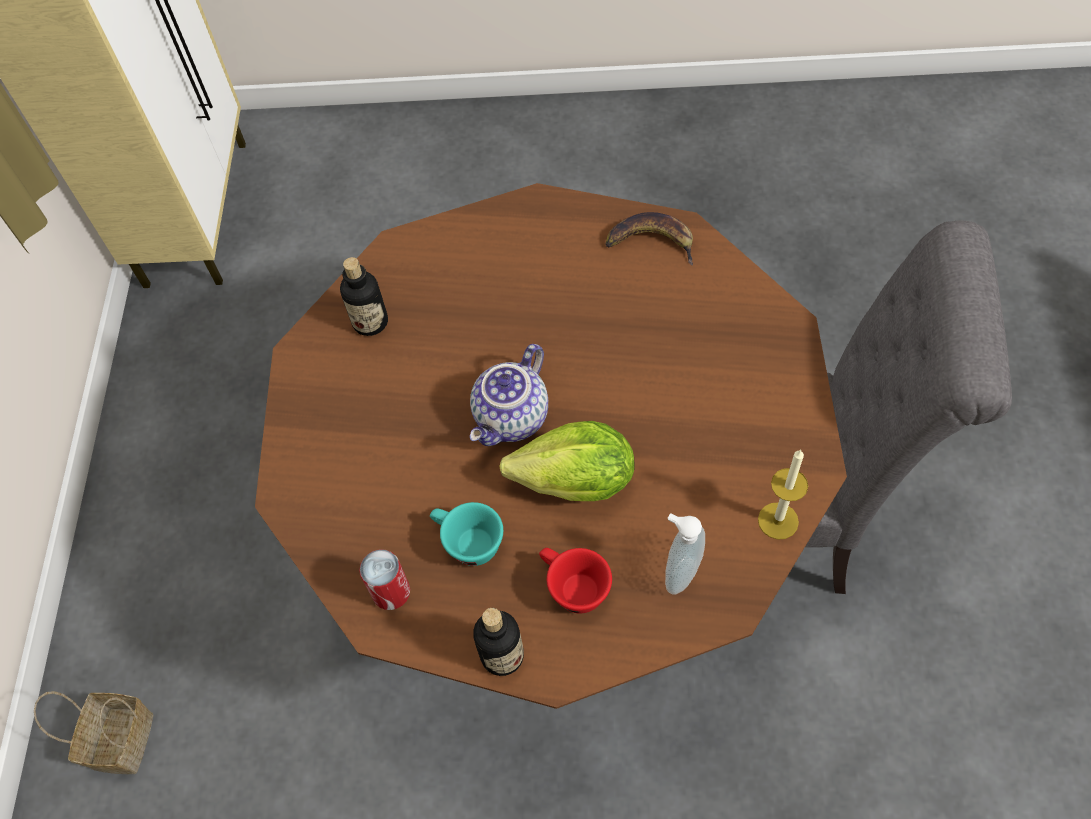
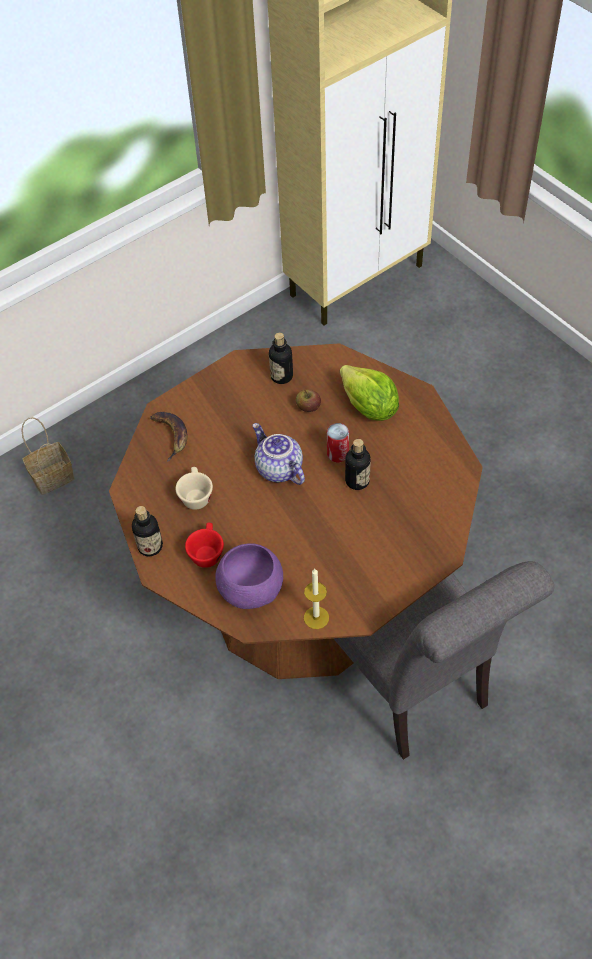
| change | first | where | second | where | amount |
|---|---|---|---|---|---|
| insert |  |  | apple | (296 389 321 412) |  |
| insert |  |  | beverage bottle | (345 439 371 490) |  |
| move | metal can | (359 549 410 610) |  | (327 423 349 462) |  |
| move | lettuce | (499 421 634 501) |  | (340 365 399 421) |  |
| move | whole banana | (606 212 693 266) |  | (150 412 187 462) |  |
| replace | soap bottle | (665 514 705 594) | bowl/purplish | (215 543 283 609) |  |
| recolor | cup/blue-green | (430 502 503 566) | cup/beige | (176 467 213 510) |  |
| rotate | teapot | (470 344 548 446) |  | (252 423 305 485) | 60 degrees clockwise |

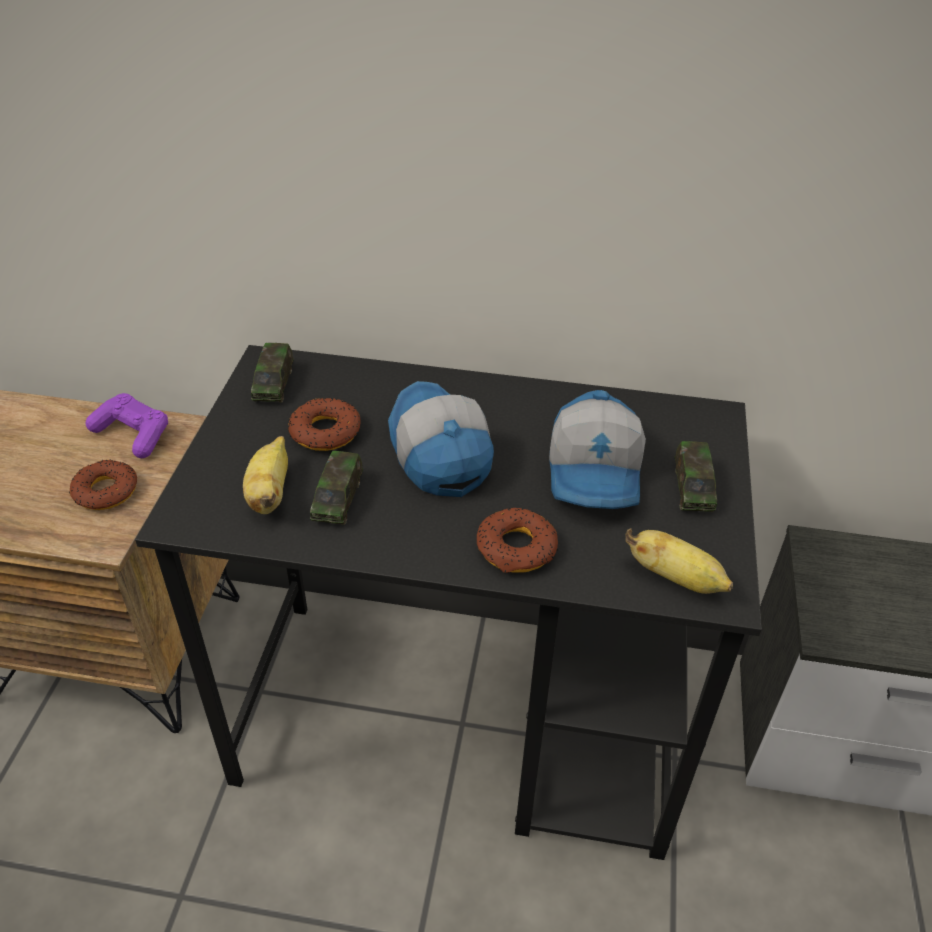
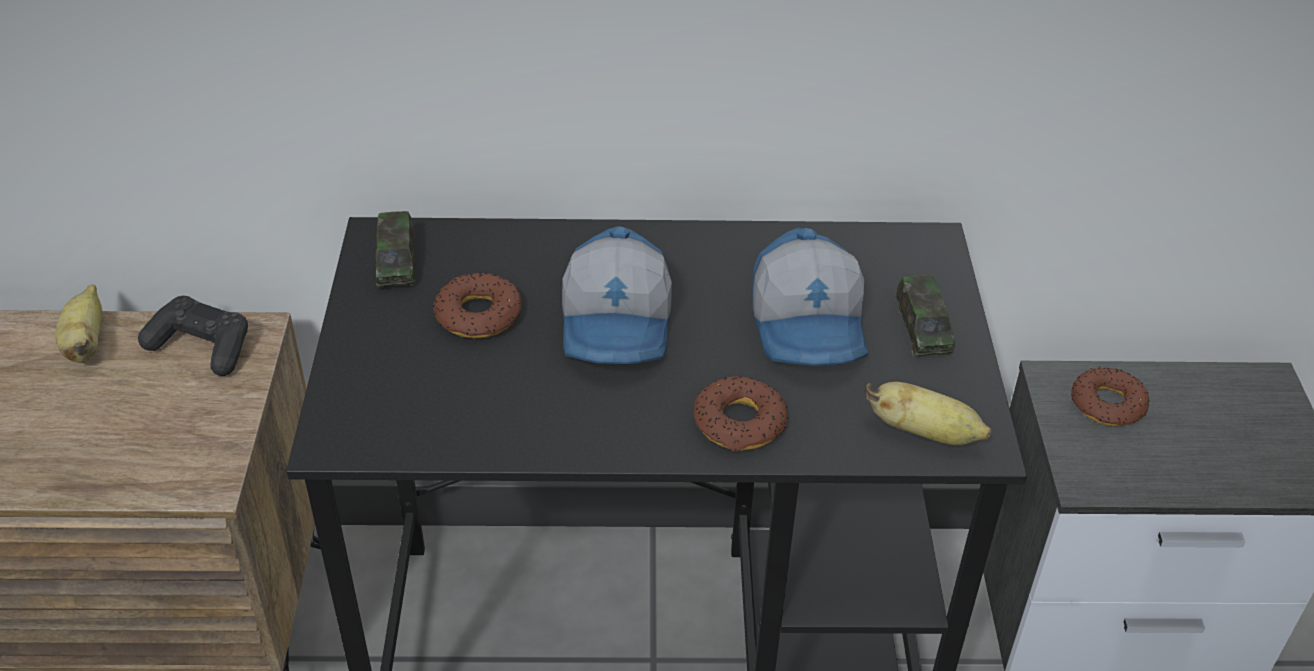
| change | first | where | second | where | amount |
|---|---|---|---|---|---|
| delete | miniature car | (310 451 363 525) |  |  |  |
| move | doughnut | (69 460 137 510) |  | (1071 367 1149 426) |  |
| move | whole banana | (243 436 288 514) |  | (55 285 102 363) |  |
| recolor | game controller/purplish | (86 393 168 458) | game controller/black-coloured | (138 296 248 376) |  |
| rotate | baseball cap | (388 381 494 497) |  | (562 226 672 364) | 150 degrees counterclockwise |

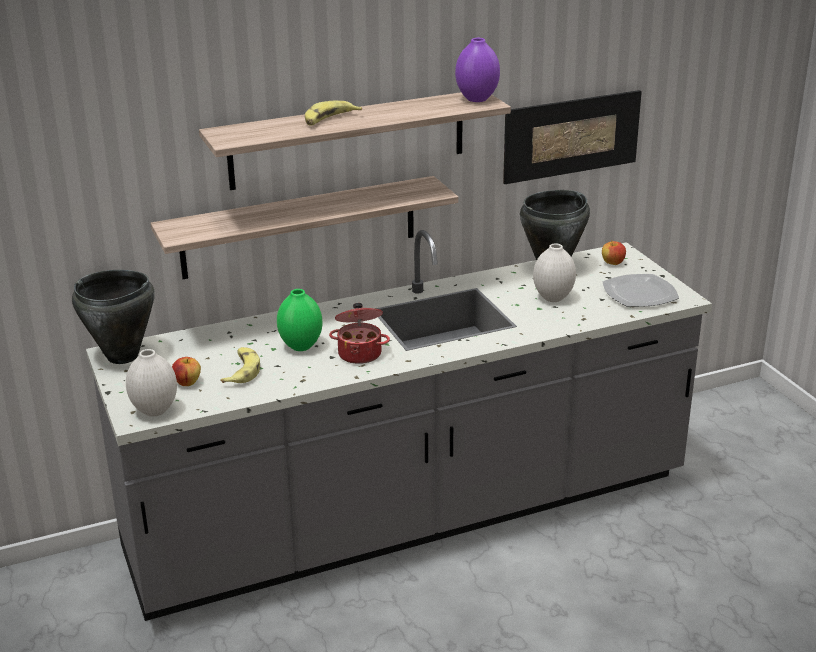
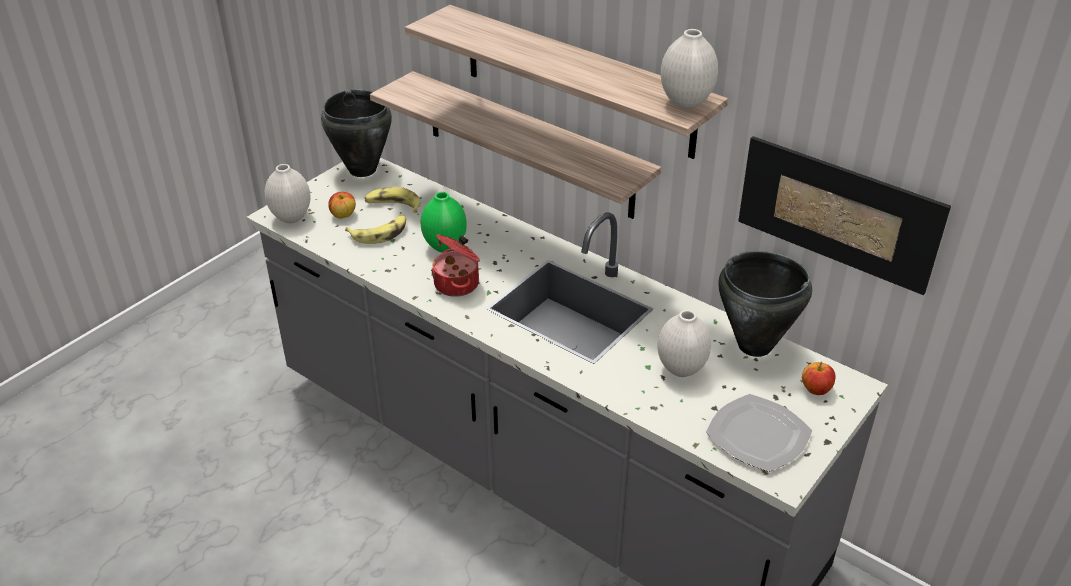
| change | first | where | second | where | amount |
|---|---|---|---|---|---|
| move | whole banana | (305 100 362 126) |  | (365 186 421 213) |  |
| recolor | flower vase/purplish | (455 38 500 102) | flower vase/white-coloured | (661 29 718 109) |  |

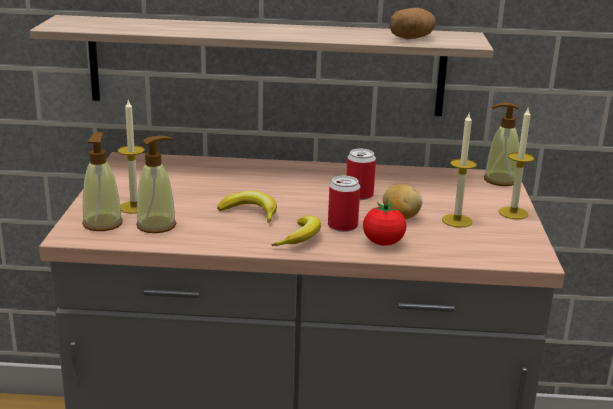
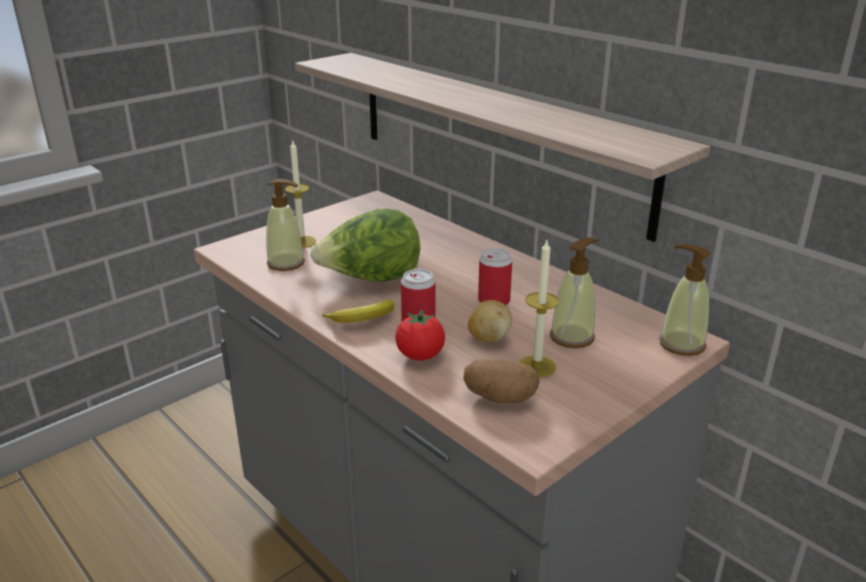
| change | first | where | second | where | amount |
|---|---|---|---|---|---|
| delete | wax light | (499 108 534 219) |  |  |  |
| move | soap bottle | (82 132 123 231) |  | (550 238 599 348) |  |
| move | whole potato | (390 8 436 39) |  | (463 360 540 403) |  |
| replace | whole banana | (217 191 277 223) | lettuce | (310 209 420 282) |  |

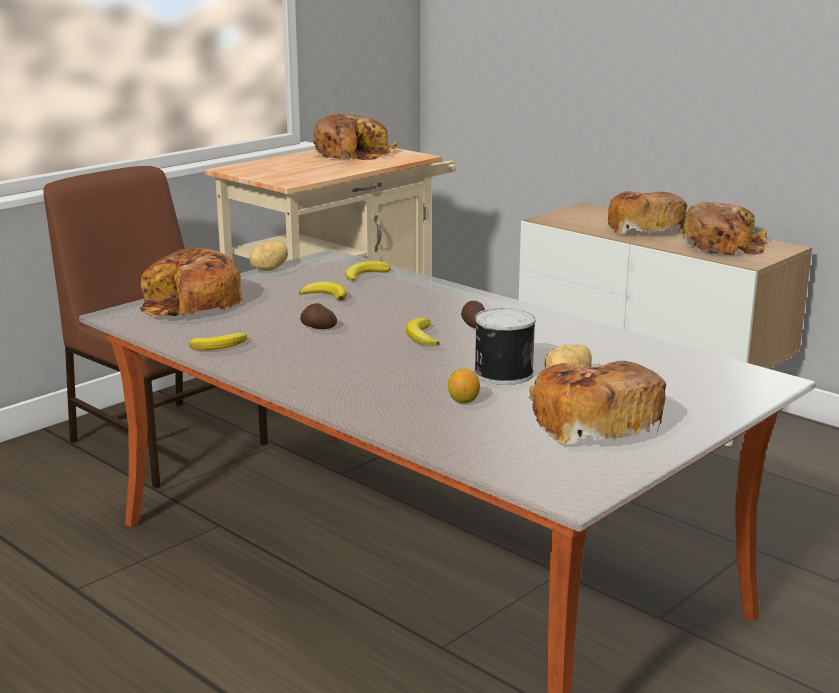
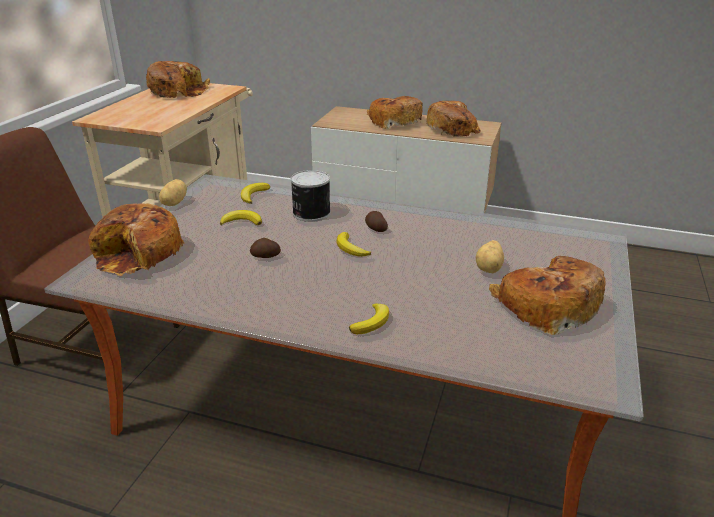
| change | first | where | second | where | amount |
|---|---|---|---|---|---|
| delete | lemon | (448 369 480 403) |  |  |  |
| move | whole banana | (189 333 247 351) |  | (349 303 389 334) |  |
| move | metal can | (474 308 536 385) |  | (291 170 331 222) |  |

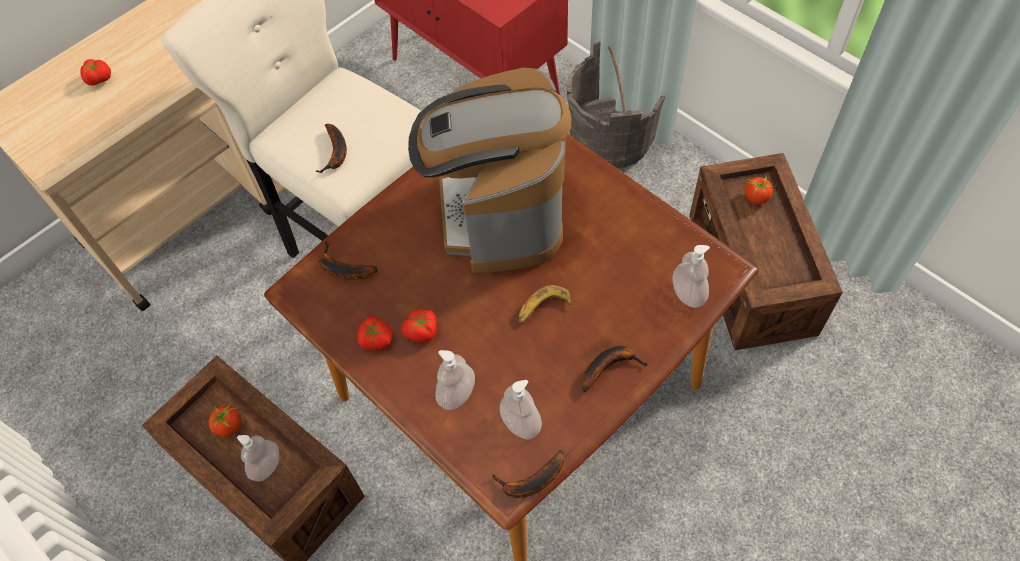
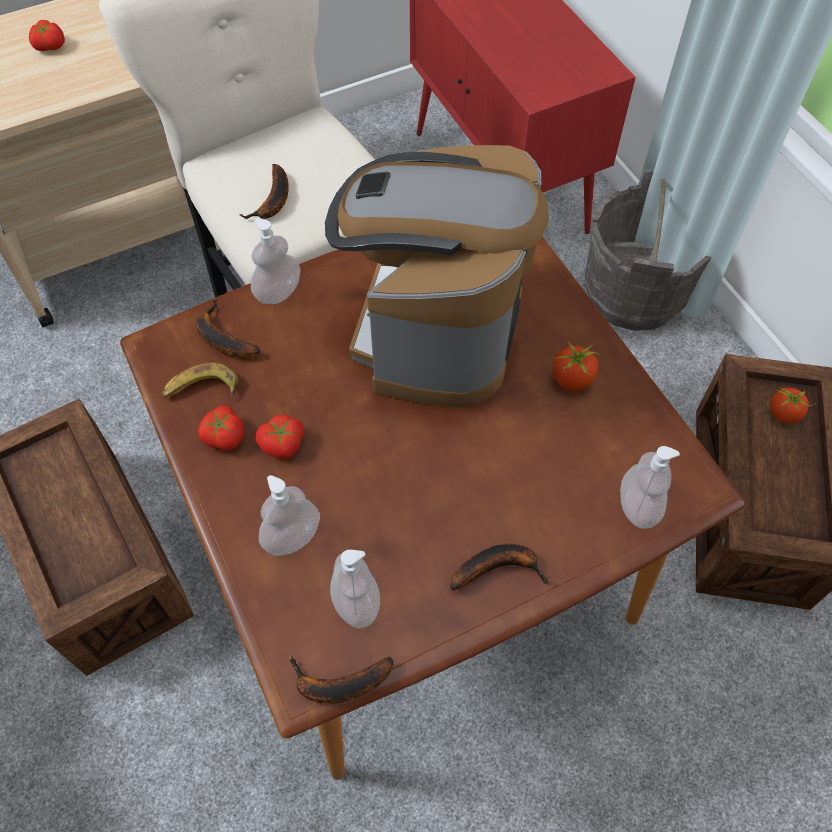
| change | first | where | second | where | amount |
|---|---|---|---|---|---|
| move | tomato | (205 403 241 437) |  | (553 342 599 390) |  |
| move | soap bottle | (237 435 279 482) |  | (251 219 301 304) |  |
| move | whole banana | (519 285 572 324) |  | (162 363 238 397) |  |

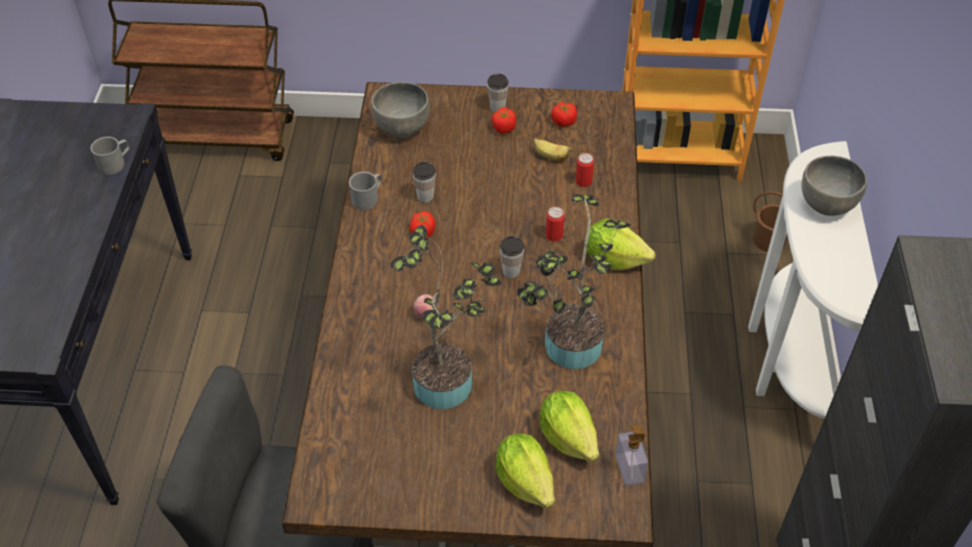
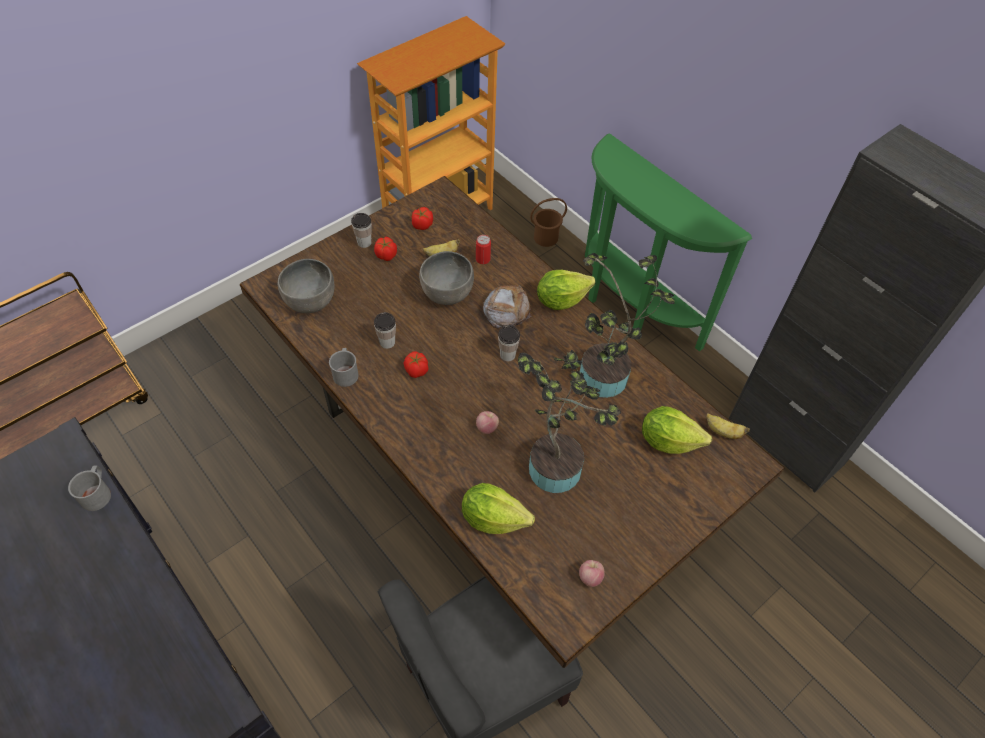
| change | first | where | second | where | amount |
|---|---|---|---|---|---|
| insert |  |  | apple | (579 560 605 587) |  |
| move | lettuce | (496 433 555 508) |  | (462 483 535 534) |  |
| move | bowl/gray | (801 156 867 216) |  | (419 251 474 305) |  |
| replace | metal can | (546 207 565 242) | bread | (483 285 531 328) |  |
| replace | soap bottle | (615 425 648 486) | whole banana | (706 413 750 439) |  |
| recolor | hall table/white-coloured | (748 141 878 419) | hall table/greenish | (585 133 752 351) |  |

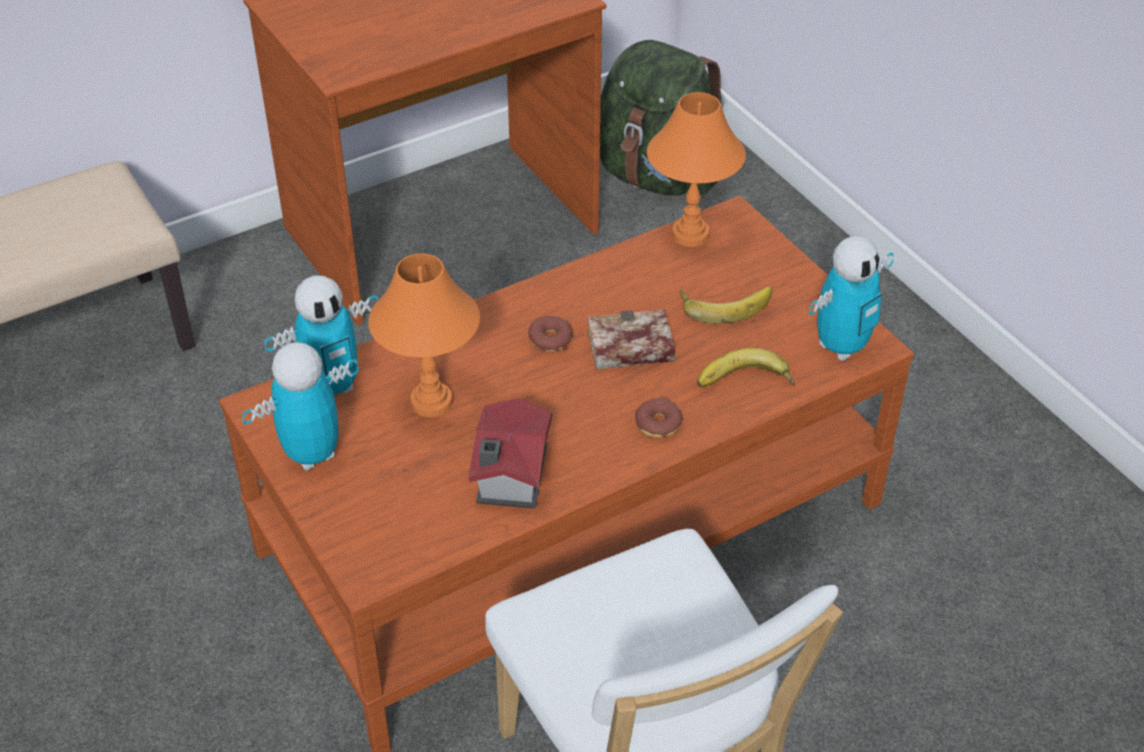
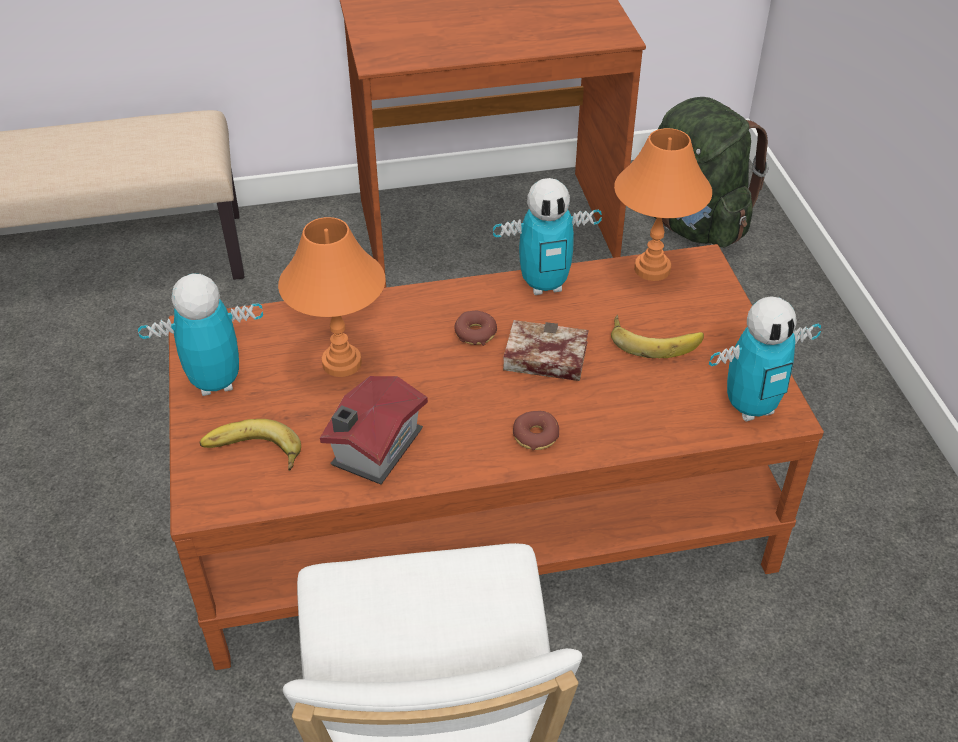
| change | first | where | second | where | amount |
|---|---|---|---|---|---|
| move | toy robot | (264 276 378 395) |  | (493 178 602 295) |  |
| move | whole banana | (697 347 795 387) |  | (200 419 301 471) |  |

